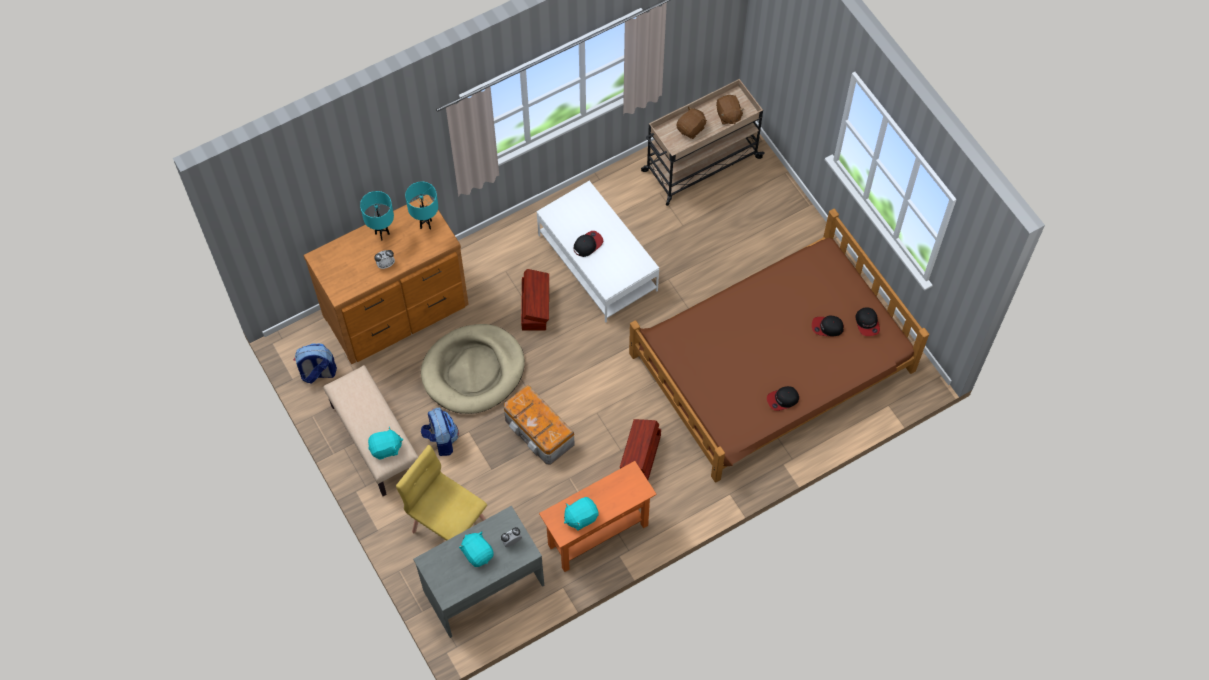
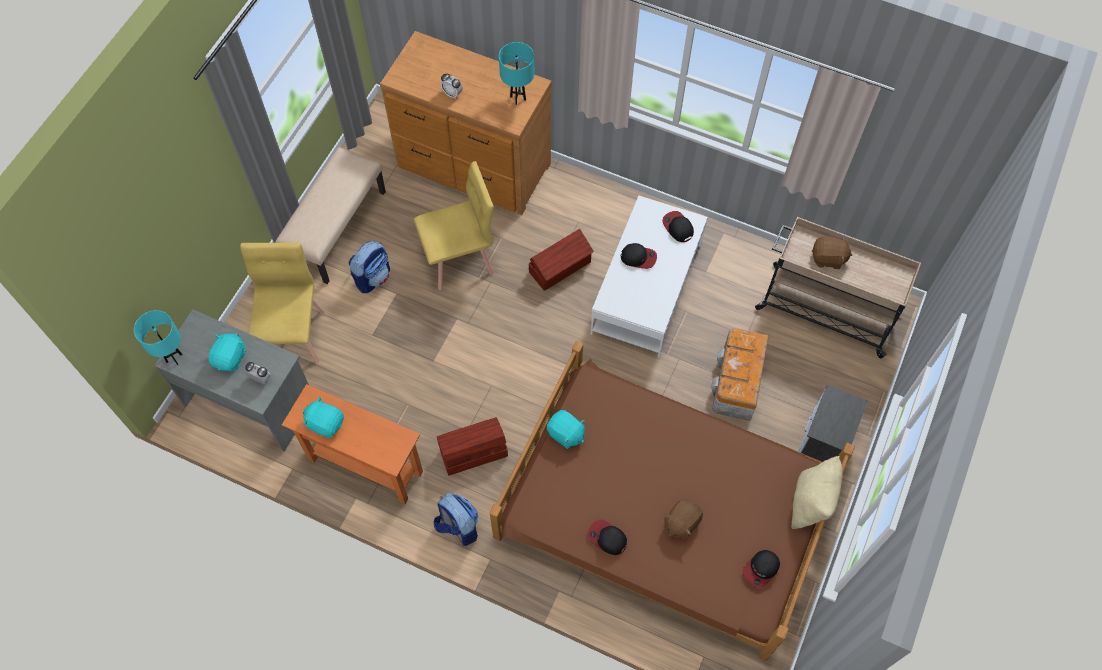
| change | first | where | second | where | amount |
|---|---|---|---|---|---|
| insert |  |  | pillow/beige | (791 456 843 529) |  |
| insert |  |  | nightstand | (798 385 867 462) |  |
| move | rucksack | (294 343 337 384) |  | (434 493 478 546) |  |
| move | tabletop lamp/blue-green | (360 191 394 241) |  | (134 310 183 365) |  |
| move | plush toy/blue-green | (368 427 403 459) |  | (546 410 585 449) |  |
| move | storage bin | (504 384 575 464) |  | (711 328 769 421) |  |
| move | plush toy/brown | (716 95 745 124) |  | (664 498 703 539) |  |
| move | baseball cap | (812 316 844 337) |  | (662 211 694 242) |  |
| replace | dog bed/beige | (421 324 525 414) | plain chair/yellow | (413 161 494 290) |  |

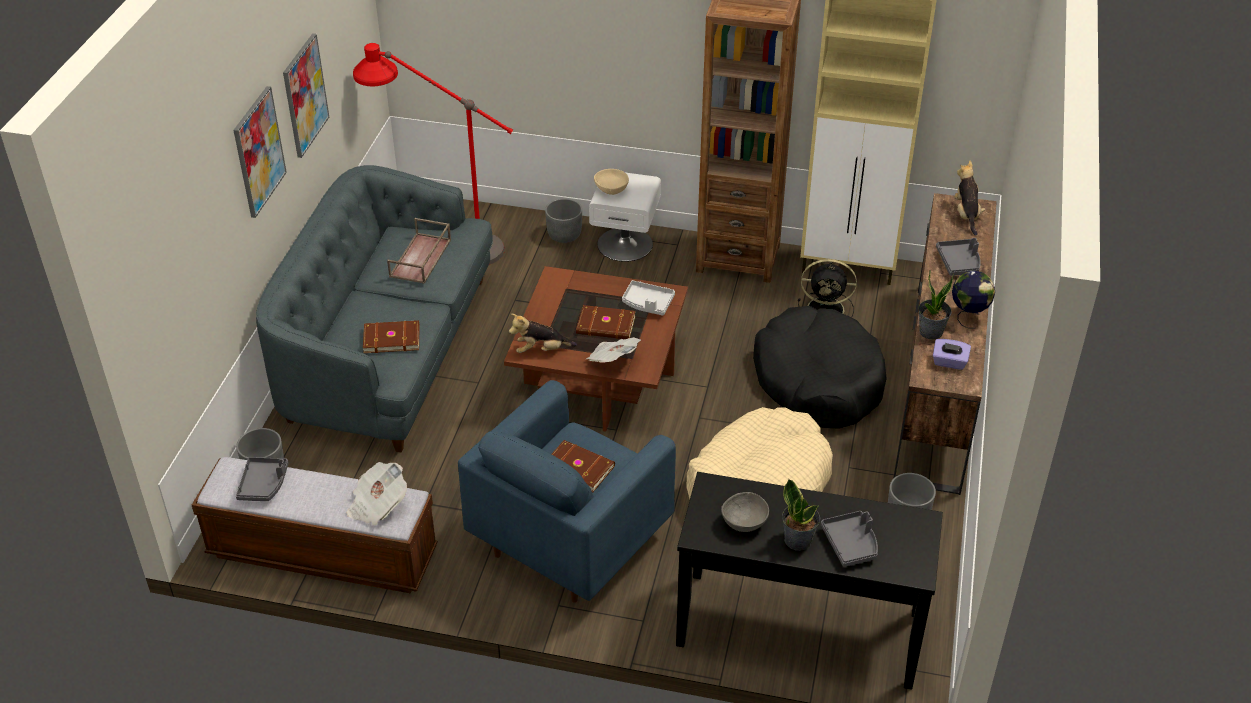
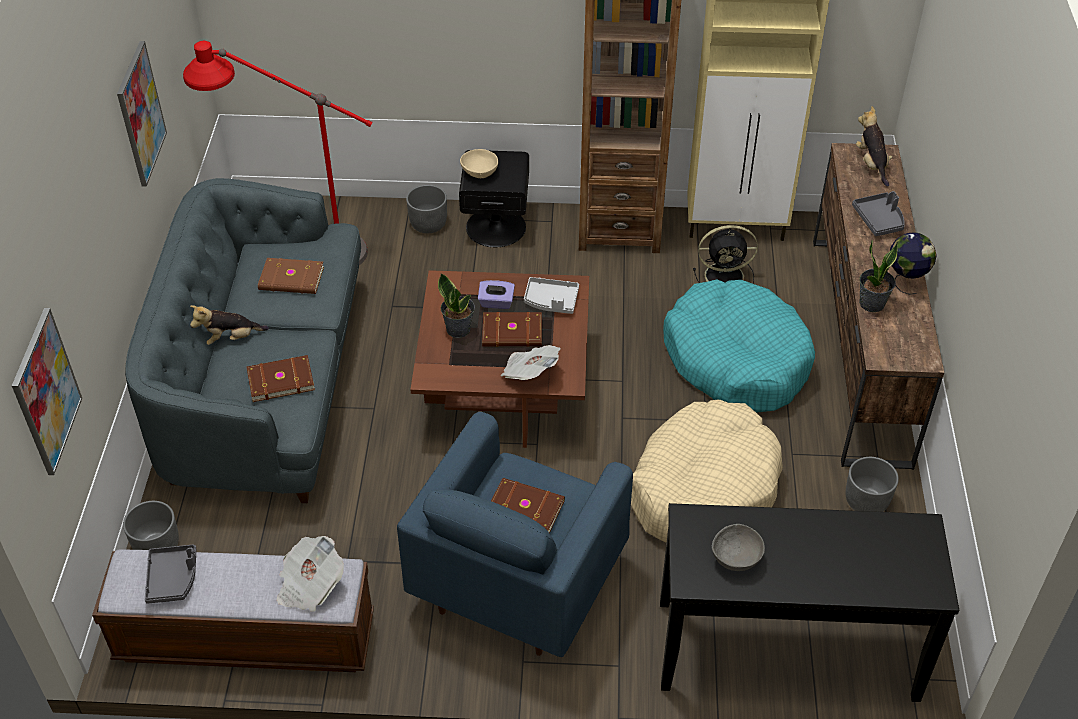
| change | first | where | second | where | amount |
|---|---|---|---|---|---|
| delete | tray/gray | (821 511 878 567) |  |  |  |
| move | picture | (233 86 287 218) |  | (12 308 82 475) |  |
| move | plush toy | (509 314 577 353) |  | (190 305 269 345) |  |
| move | plant in a pot | (782 479 820 551) |  | (438 274 475 338) |  |
| move | tissue holder/purplish | (933 339 971 370) |  | (478 280 515 309) |  |
| replace | tray/brown | (387 218 451 284) | volume/brown | (258 258 324 294) |  |
| recolor | nightstand/white-coloured | (589 173 661 262) | nightstand/black-coloured | (459 150 529 247) |  |
| recolor | dog bed/black-coloured | (753 306 887 429) | dog bed/blue-green | (663 279 815 413) |  |

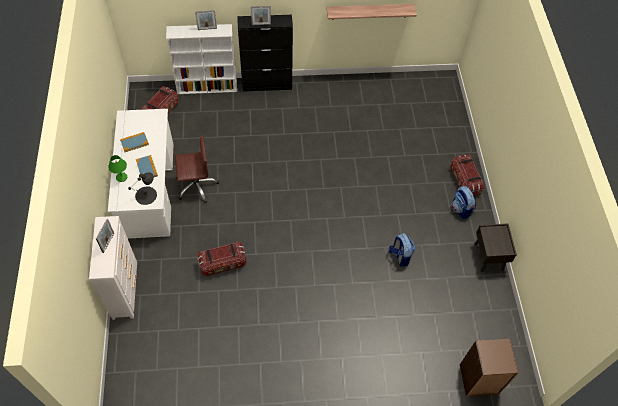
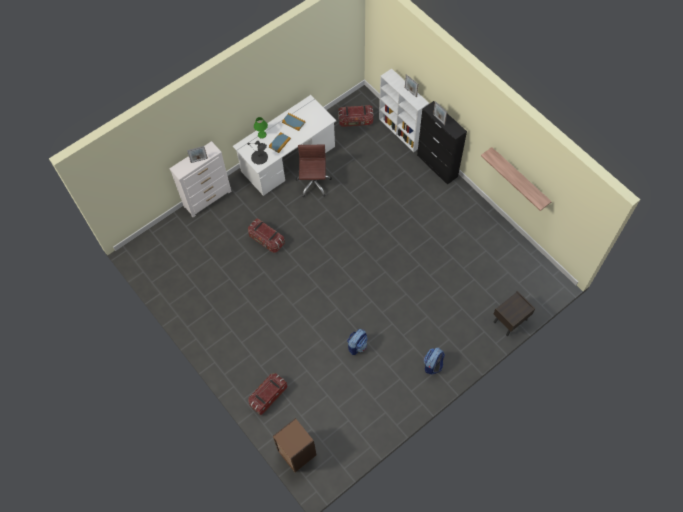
| change | first | where | second | where | amount |
|---|---|---|---|---|---|
| move | storage bin | (450 154 484 196) |  | (249 373 287 415) |  |
| move | nightstand/brown | (474 223 517 272) |  | (494 291 535 336) |  |
| rotate | office chair/brown | (175 135 219 203) |  | (296 145 332 197) | 135 degrees counterclockwise |

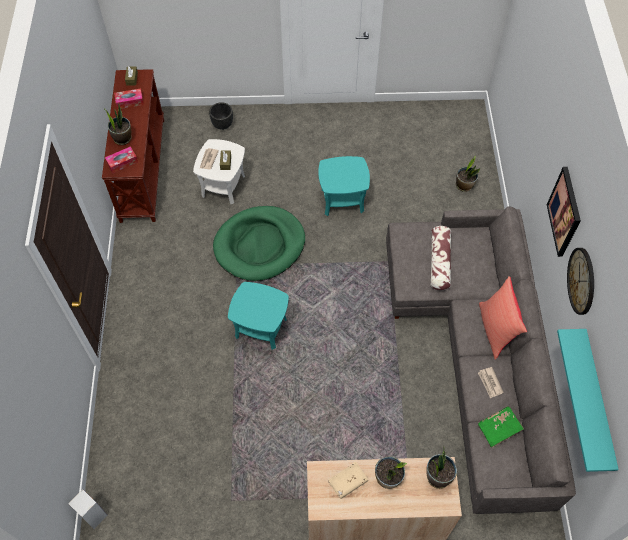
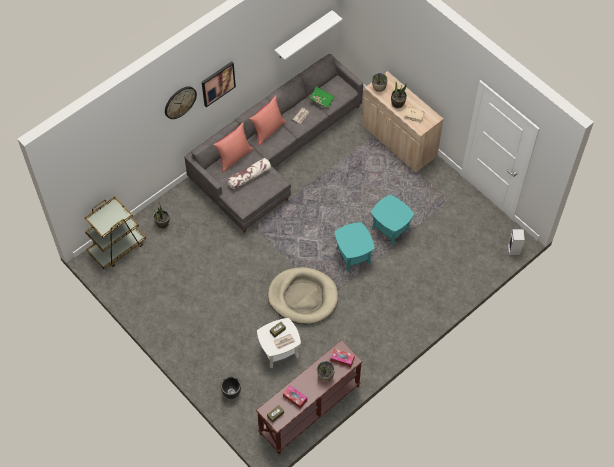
| change | first | where | second | where | amount |
|---|---|---|---|---|---|
| insert |  |  | trolley/brown | (85 196 146 269) |  |
| insert |  |  | pillow/reddish | (213 123 254 172) |  |
| move | side table/blue-green | (318 156 370 216) |  | (371 195 414 245) |  |
| move | wall clock | (567 248 594 315) |  | (165 86 197 119) |  |
| recolor | dog bed/greenish | (213 206 305 281) | dog bed/beige | (268 267 338 324) |  |
| recolor | bracket shelf/blue-green | (557 329 619 472) | bracket shelf/white-coloured | (274 10 343 60) |  |

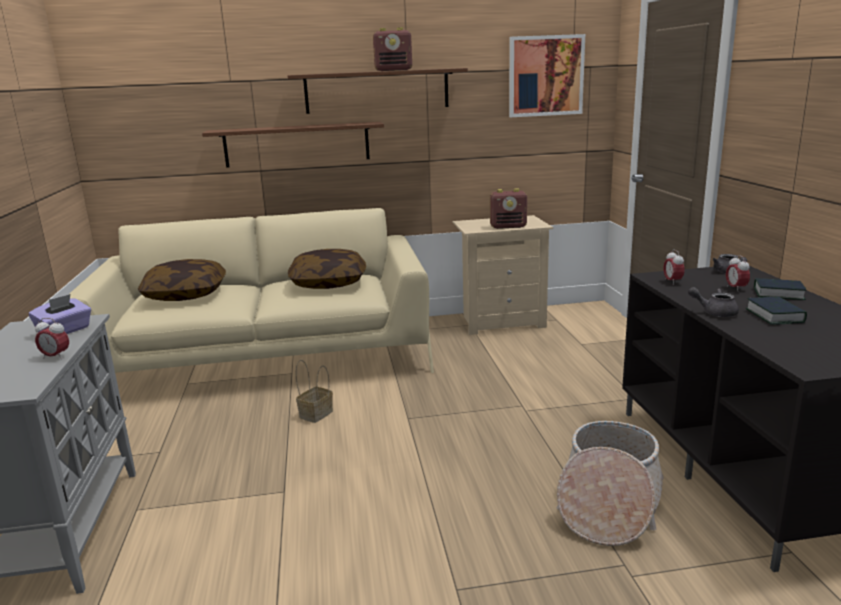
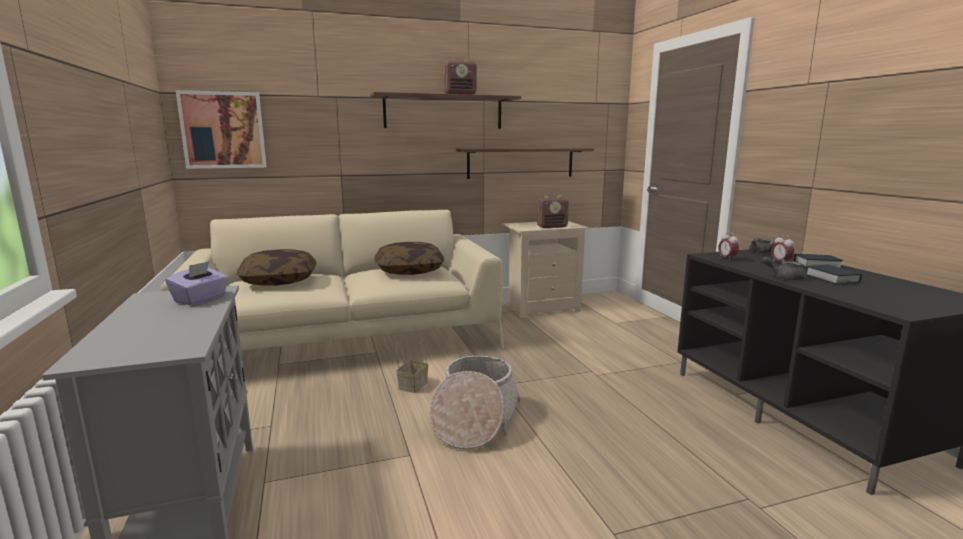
| change | first | where | second | where | amount |
|---|---|---|---|---|---|
| delete | alarm clock | (35 318 69 360) |  |  |  |
| move | bracket shelf/brown | (202 122 384 168) |  | (456 148 594 179) |  |
| move | picture | (509 34 585 117) |  | (176 90 267 169) |  |
| move | storage basket | (557 421 664 546) |  | (430 356 521 449) |  |

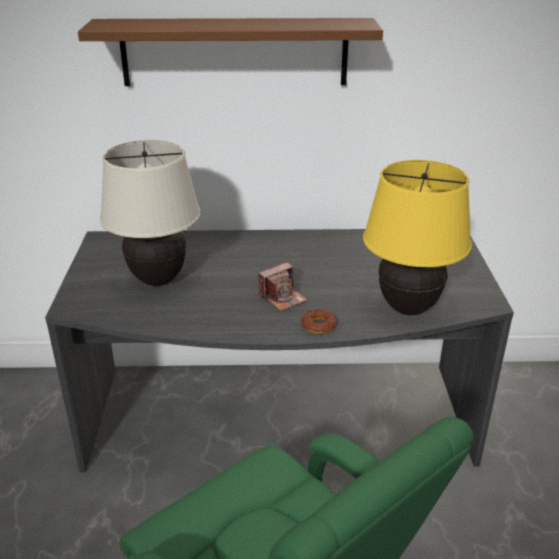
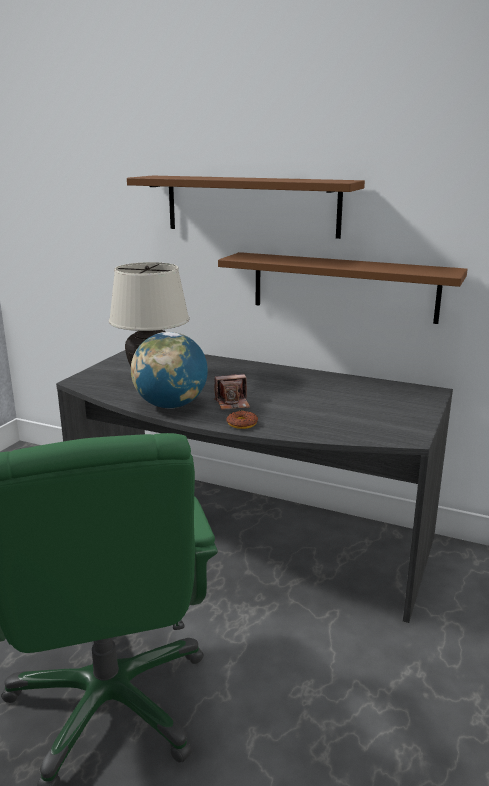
| change | first | where | second | where | amount |
|---|---|---|---|---|---|
| delete | tabletop lamp/yellow | (363 160 472 315) |  |  |  |
| insert |  |  | desk globe | (131 332 208 409) |  |
| insert |  |  | bracket shelf/brown | (218 252 468 324) |  |

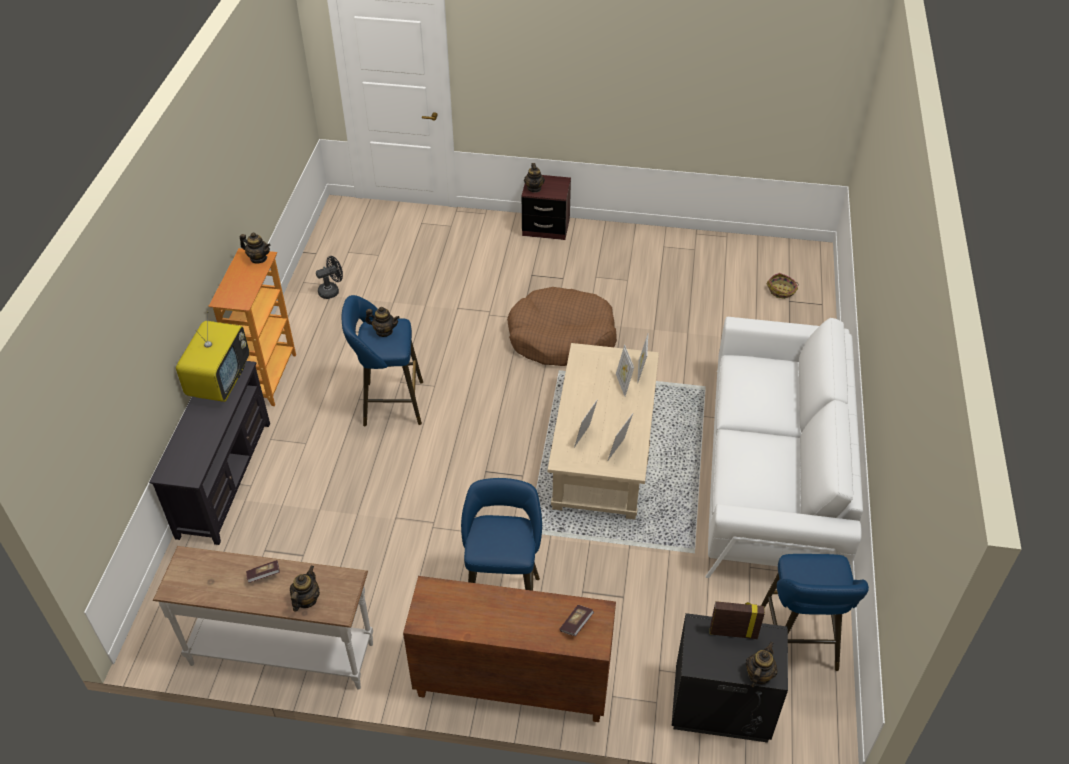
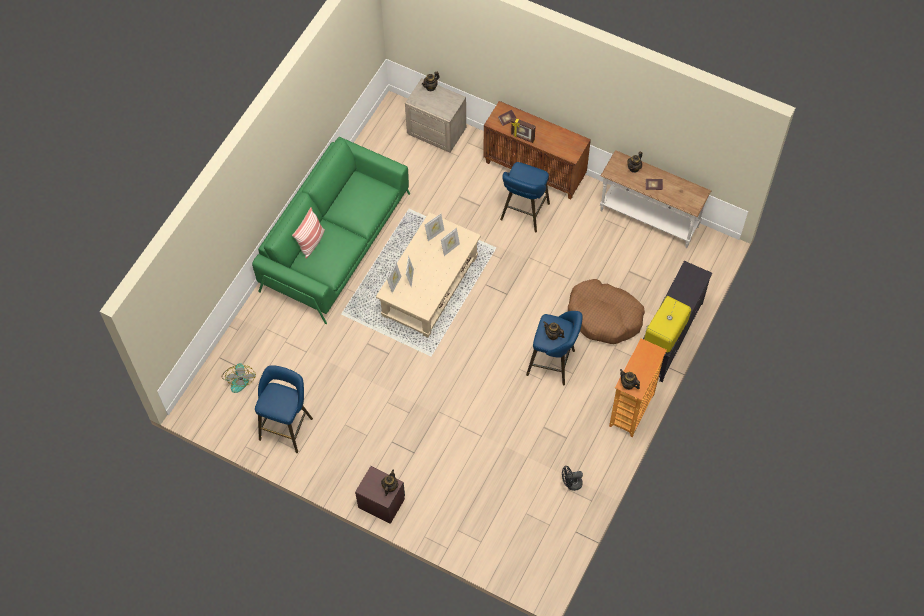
| change | first | where | second | where | amount |
|---|---|---|---|---|---|
| insert |  |  | pillow | (292 208 325 259) |  |
| move | dog bed/brown | (507 287 617 366) |  | (568 279 645 344) |  |
| move | picture frame | (710 601 765 639) |  | (511 117 535 143) |  |
| move | stool seat/bluish | (761 554 869 671) |  | (255 365 313 453) |  |
| replace | storage basket | (766 273 799 299) | fan | (221 363 256 393) |  |
| recolor | nightstand/black-coloured | (672 613 788 743) | nightstand/beige | (405 78 466 153) |  |
| recolor | sofa/white-coloured | (705 317 863 578) | sofa/greenish | (252 137 410 324) |  |

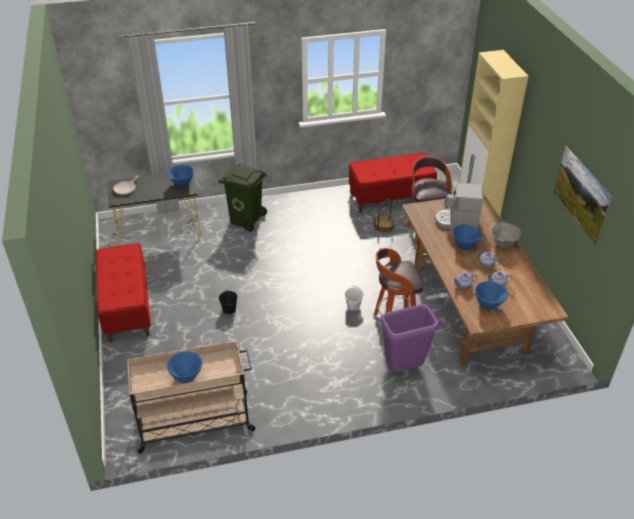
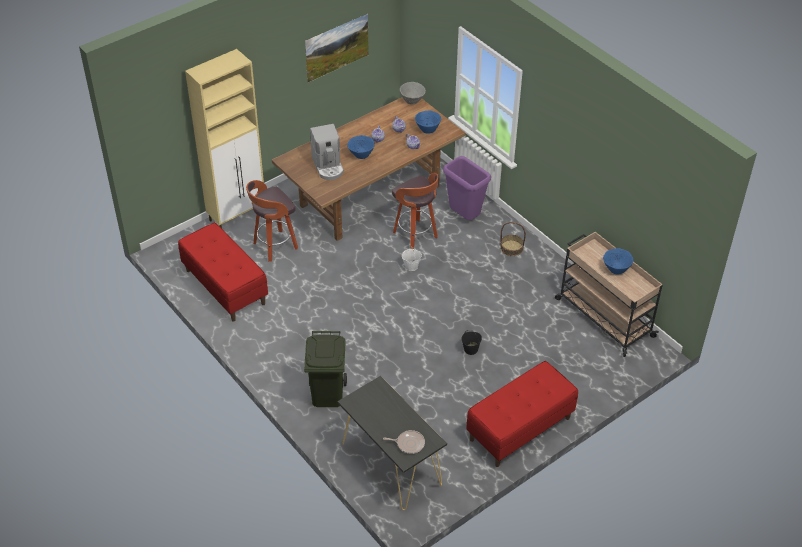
| change | first | where | second | where | amount |
|---|---|---|---|---|---|
| delete | bowl/bluish | (168 164 194 187) |  |  |  |
| move | storage basket | (373 199 395 233) |  | (500 222 526 256) |  |
| move | bowl/gray | (491 223 521 248) |  | (400 82 426 104) |  |

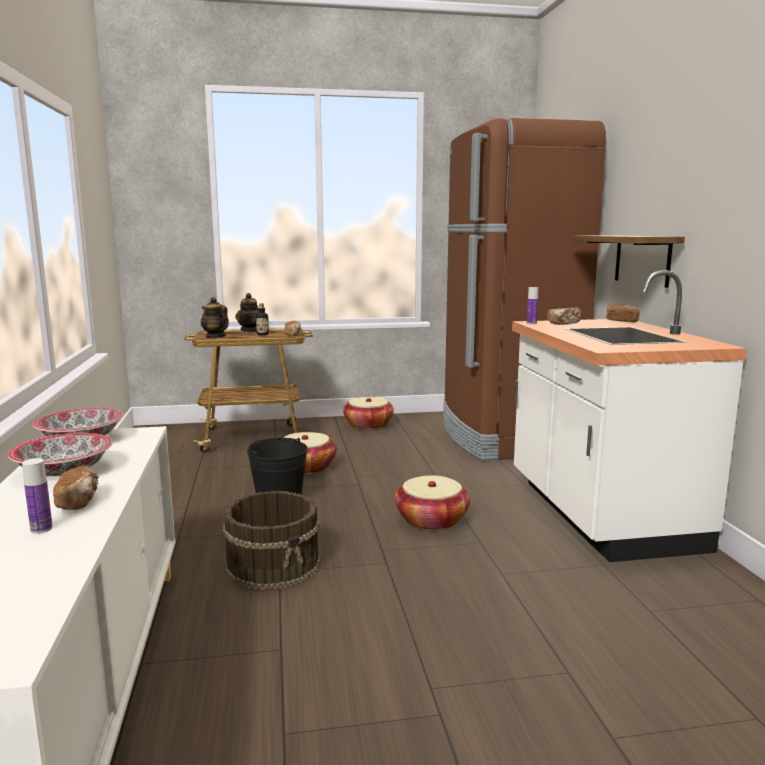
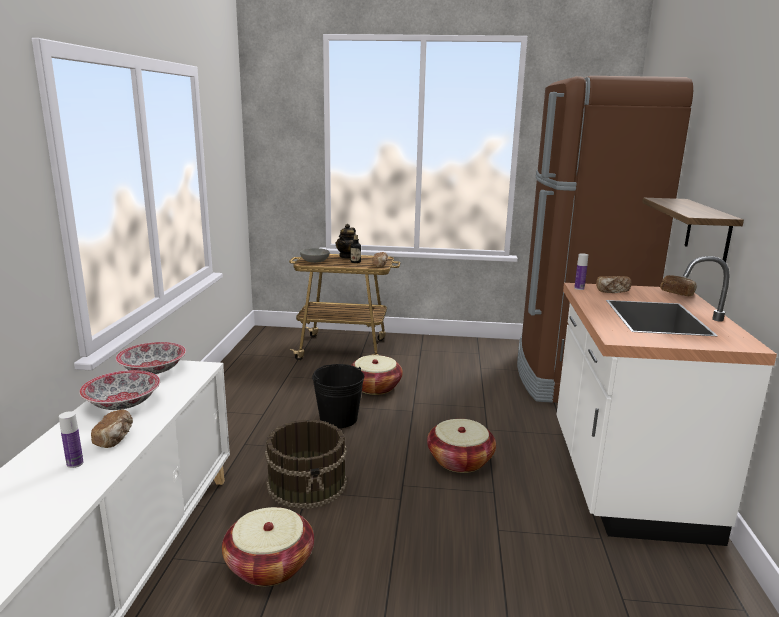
| change | first | where | second | where | amount |
|---|---|---|---|---|---|
| move | storage basket | (343 397 394 430) |  | (222 507 314 586) |  |
| replace | teapot | (201 297 229 338) | bowl/gray | (300 248 330 263) |  |

